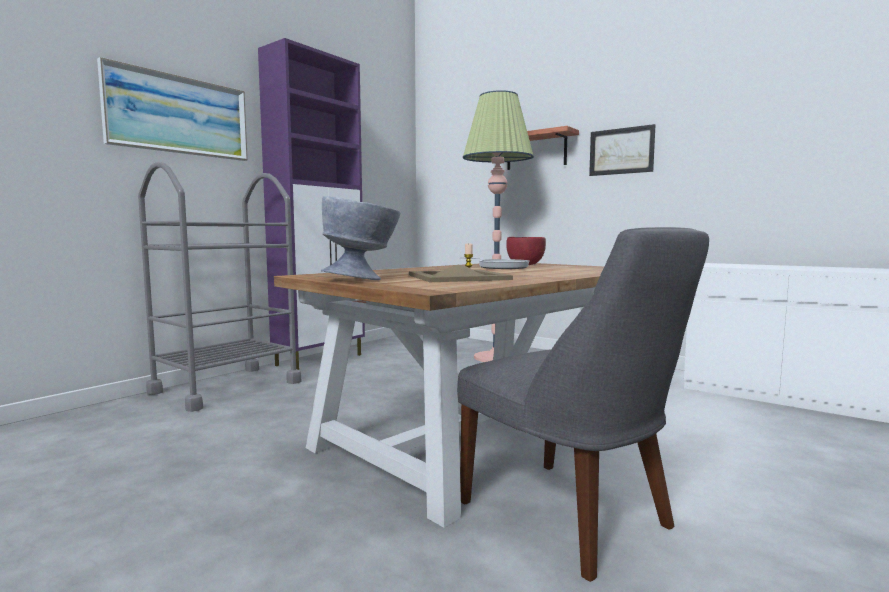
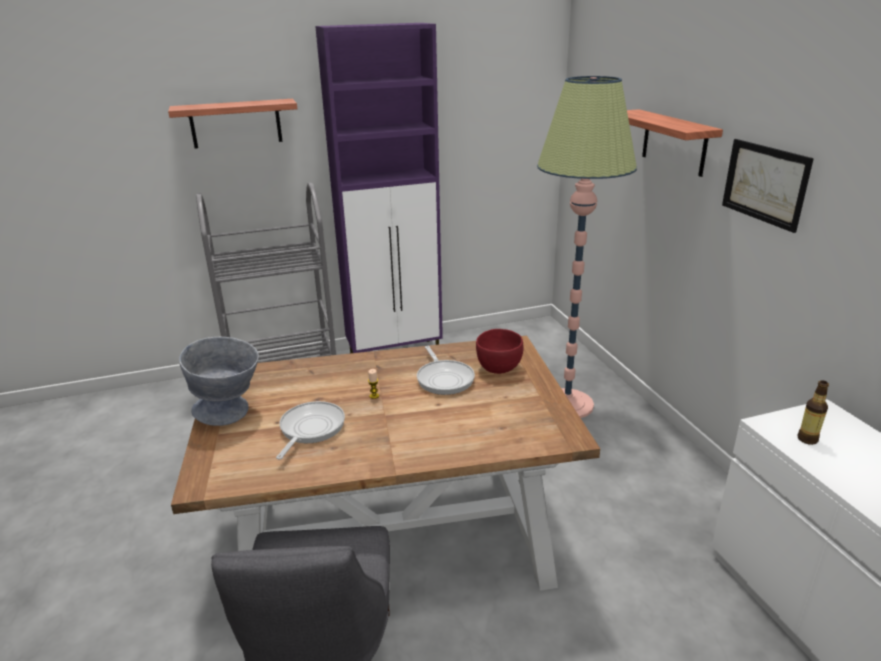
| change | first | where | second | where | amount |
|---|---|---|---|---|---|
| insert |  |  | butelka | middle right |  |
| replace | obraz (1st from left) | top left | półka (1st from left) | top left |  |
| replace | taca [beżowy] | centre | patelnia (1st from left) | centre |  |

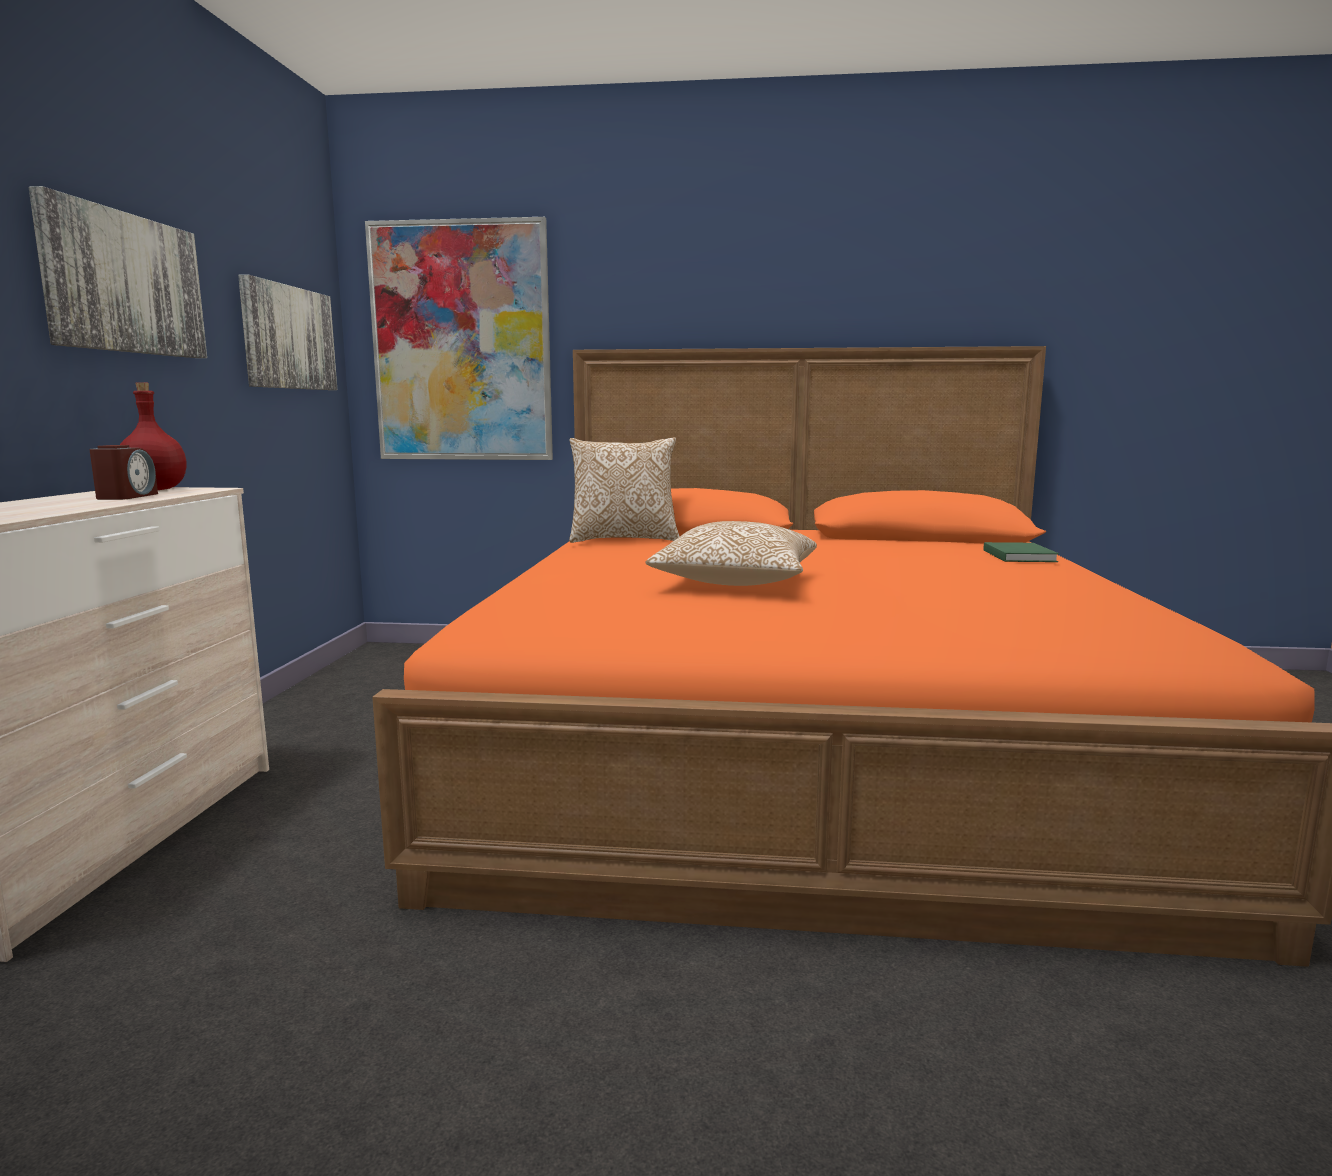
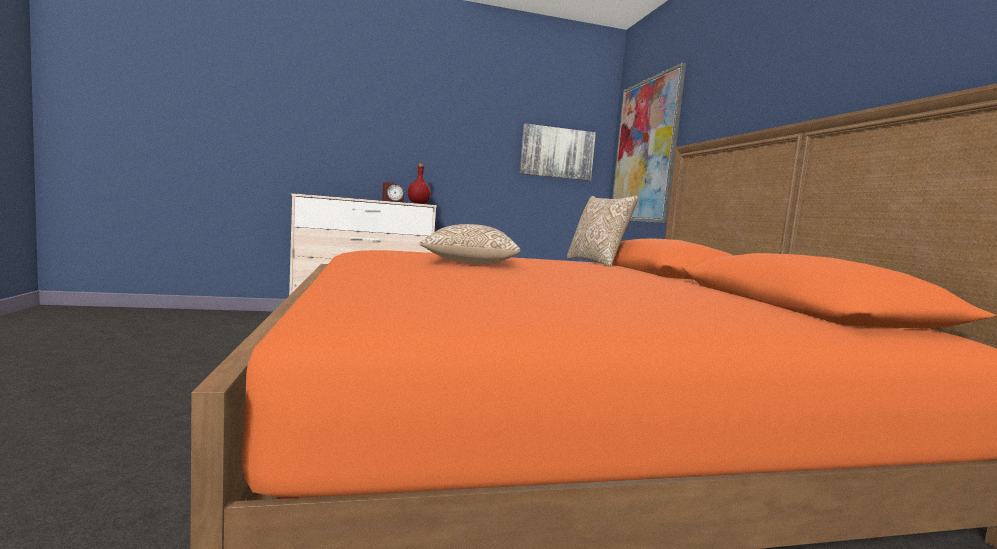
| change | first | where | second | where | amount |
|---|---|---|---|---|---|
| delete | obraz (1st from left) | top left |  |  |  |
| delete | książka [zielony] | middle right |  |  |  |

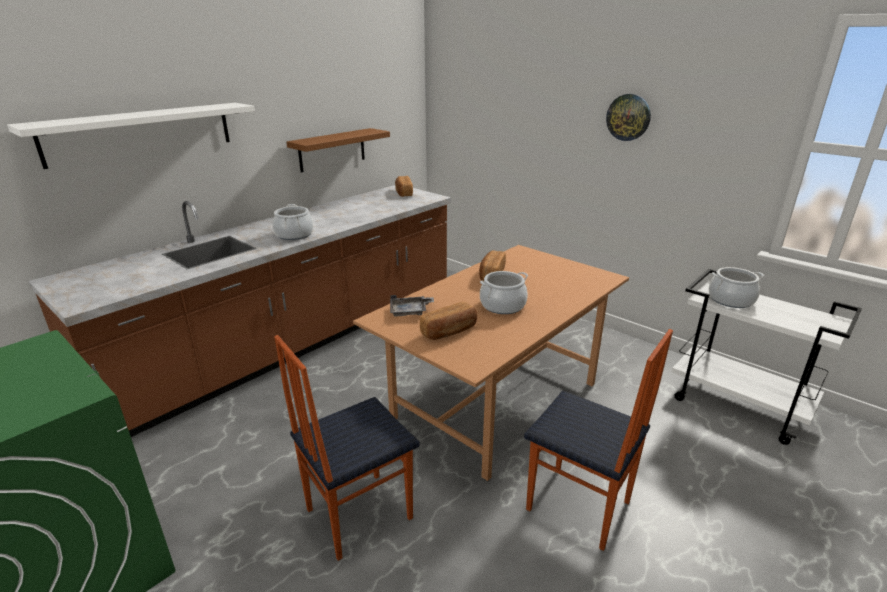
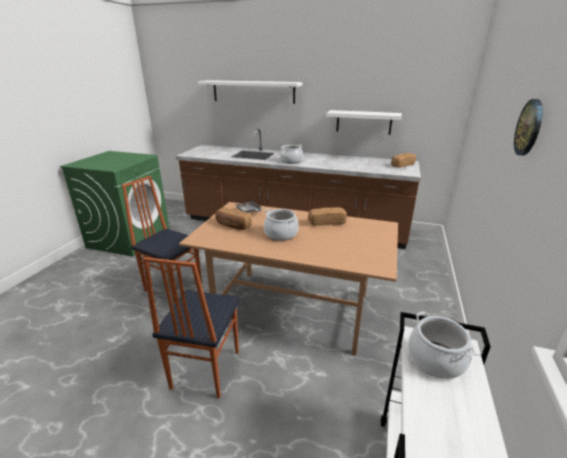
| change | first | where | second | where | amount |
|---|---|---|---|---|---|
| recolor | półka [brązowy] | top centre | półka [biały] (2nd from left) | top centre |  |

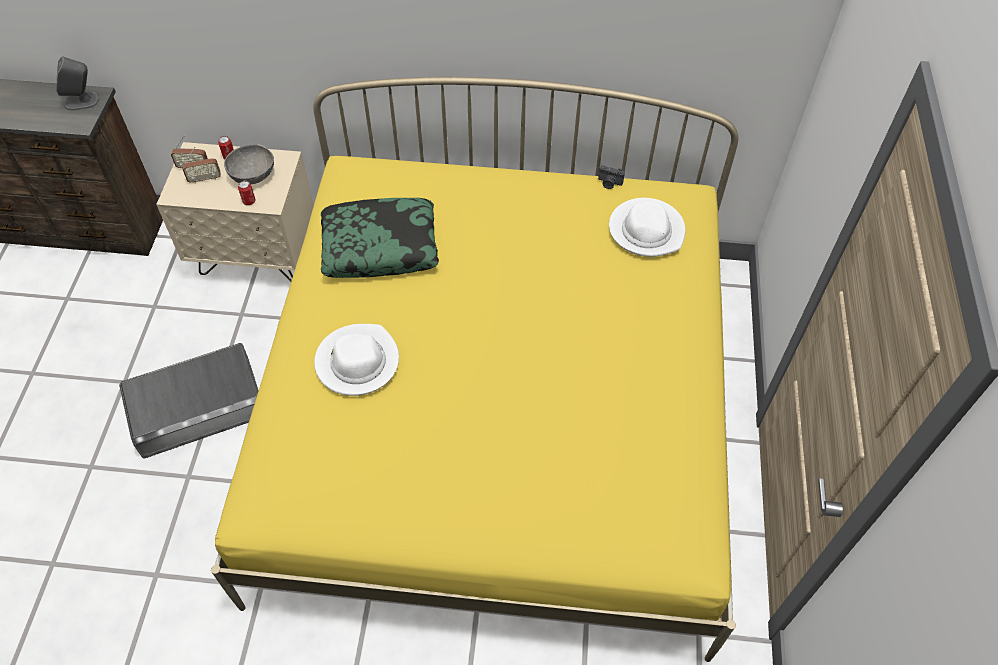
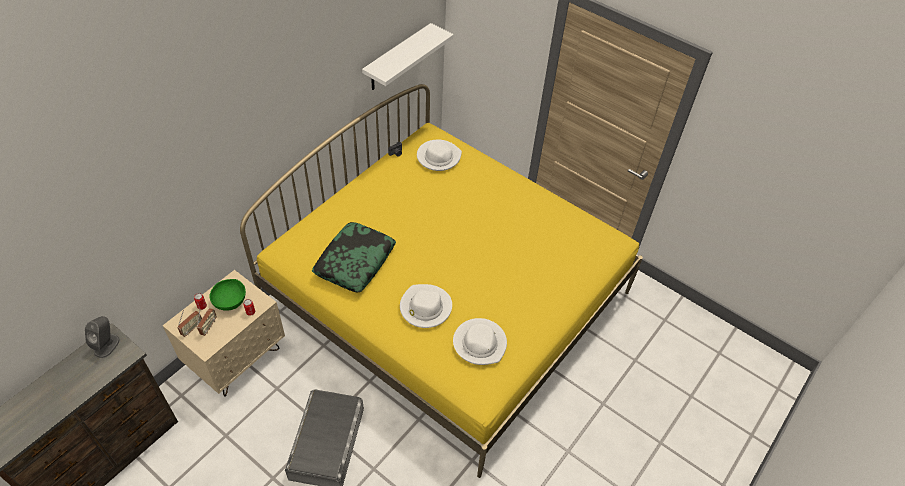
| change | first | where | second | where | amount |
|---|---|---|---|---|---|
| insert |  |  | półka [biały] | top centre |  |
| insert |  |  | kapelusz [biały] (3rd from left) | bottom centre |  |
| recolor | miska [szary] | top left | miska [zielony] | middle left |  |

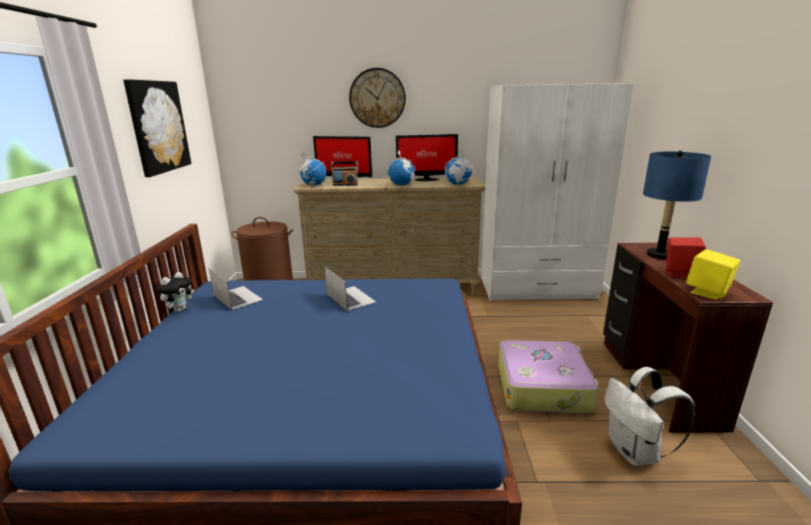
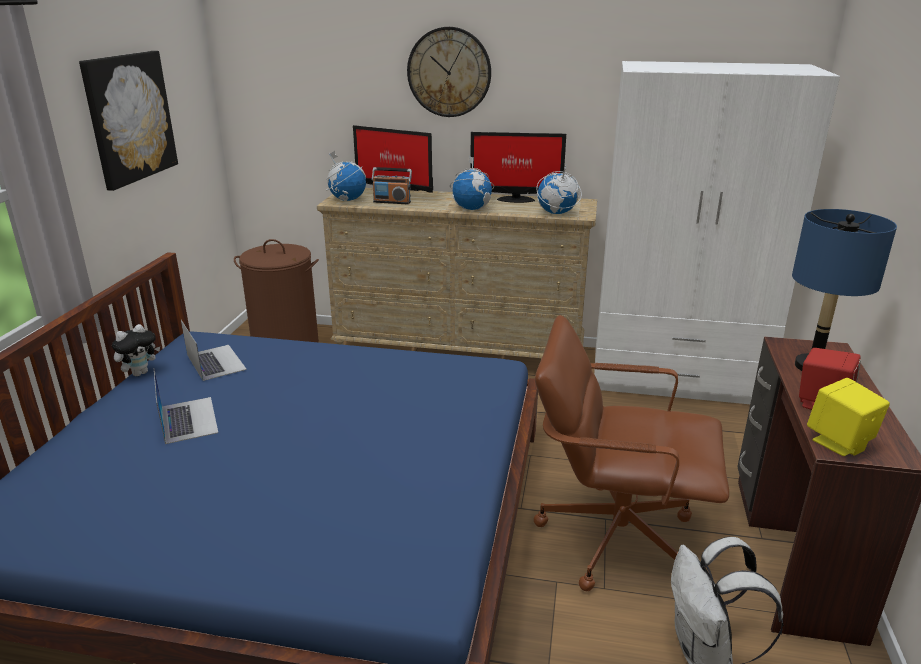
| change | first | where | second | where | amount |
|---|---|---|---|---|---|
| move | laptop (2nd from left in the first image) | centre | laptop (1st from left) | middle left |  |
| replace | walizka | bottom right | krzesło biurowe [brązowy] | bottom right |  |

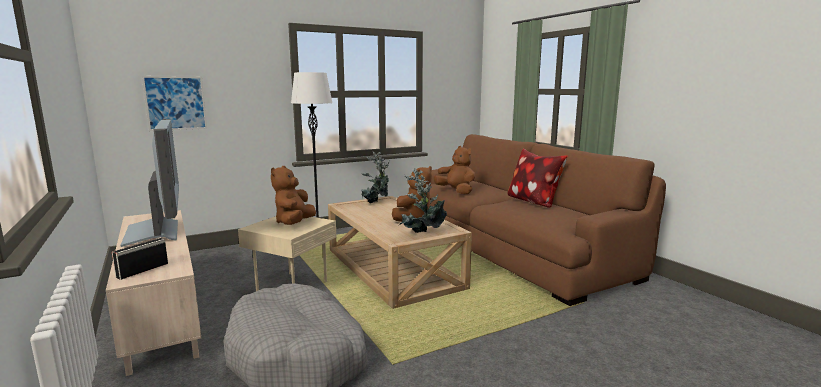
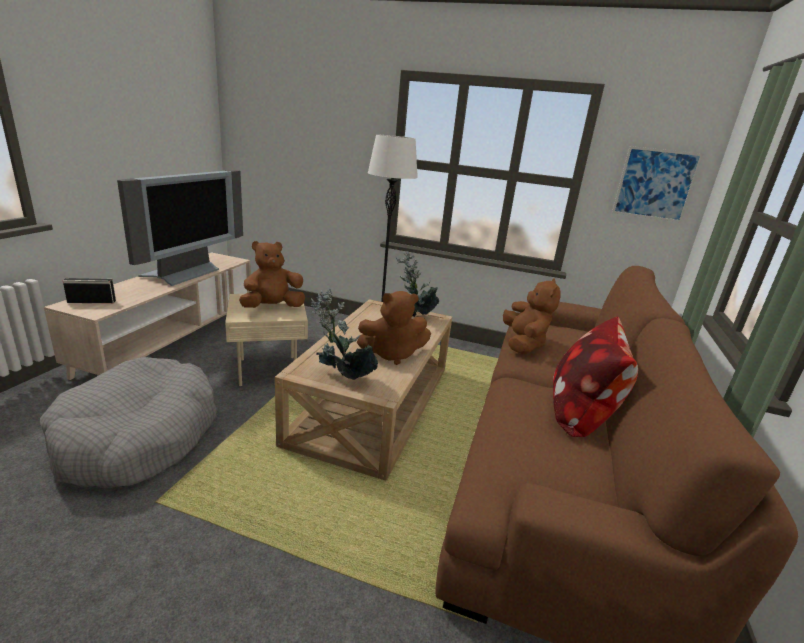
| change | first | where | second | where | amount |
|---|---|---|---|---|---|
| move | obraz | top left |  | top right |  |

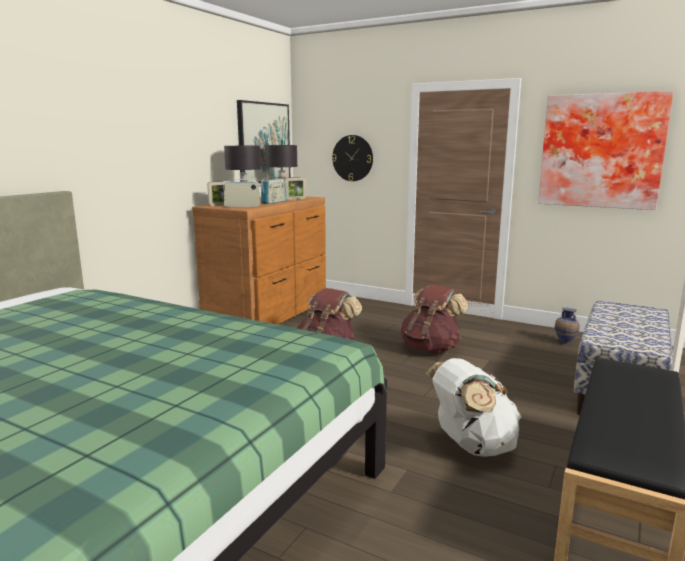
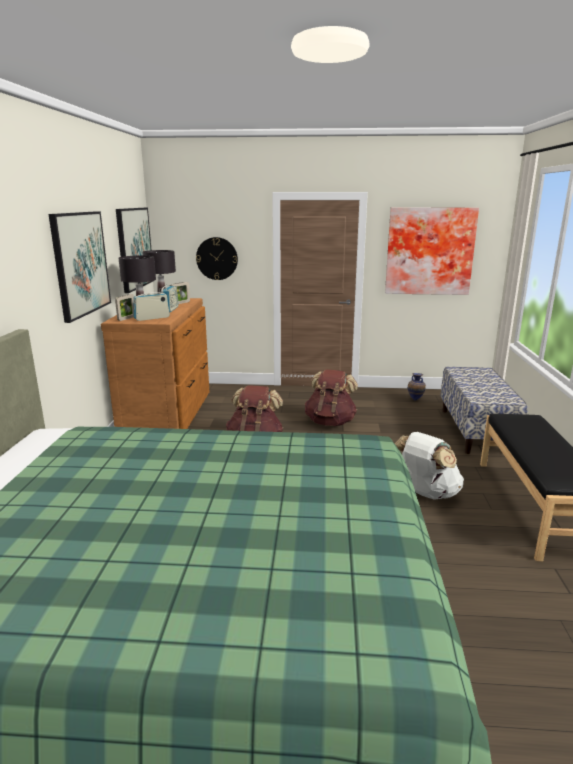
| change | first | where | second | where | amount |
|---|---|---|---|---|---|
| insert |  |  | obraz (1st from left) | middle left |  |

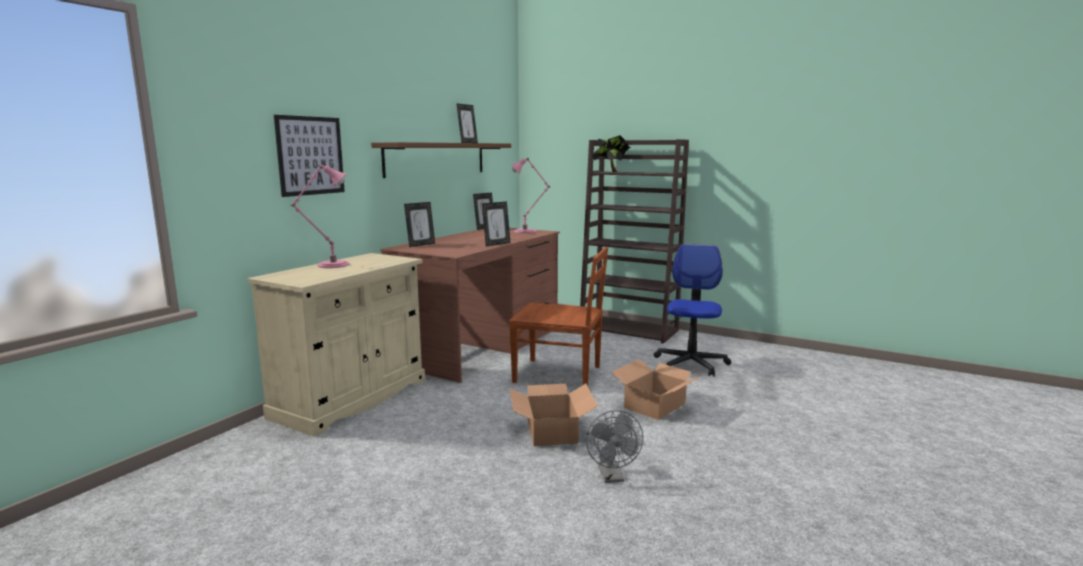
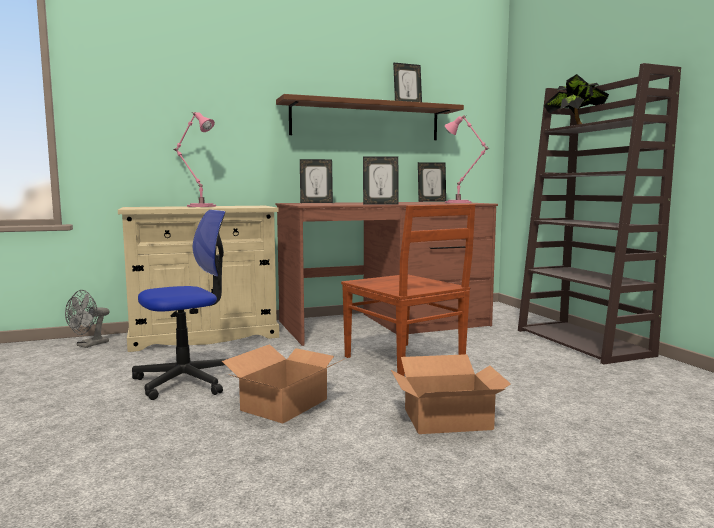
| change | first | where | second | where | amount |
|---|---|---|---|---|---|
| delete | obraz | top left |  |  |  |
| move | wentylator [szary] | bottom centre |  | middle left |  |
| move | krzesło biurowe | centre |  | middle left |  |

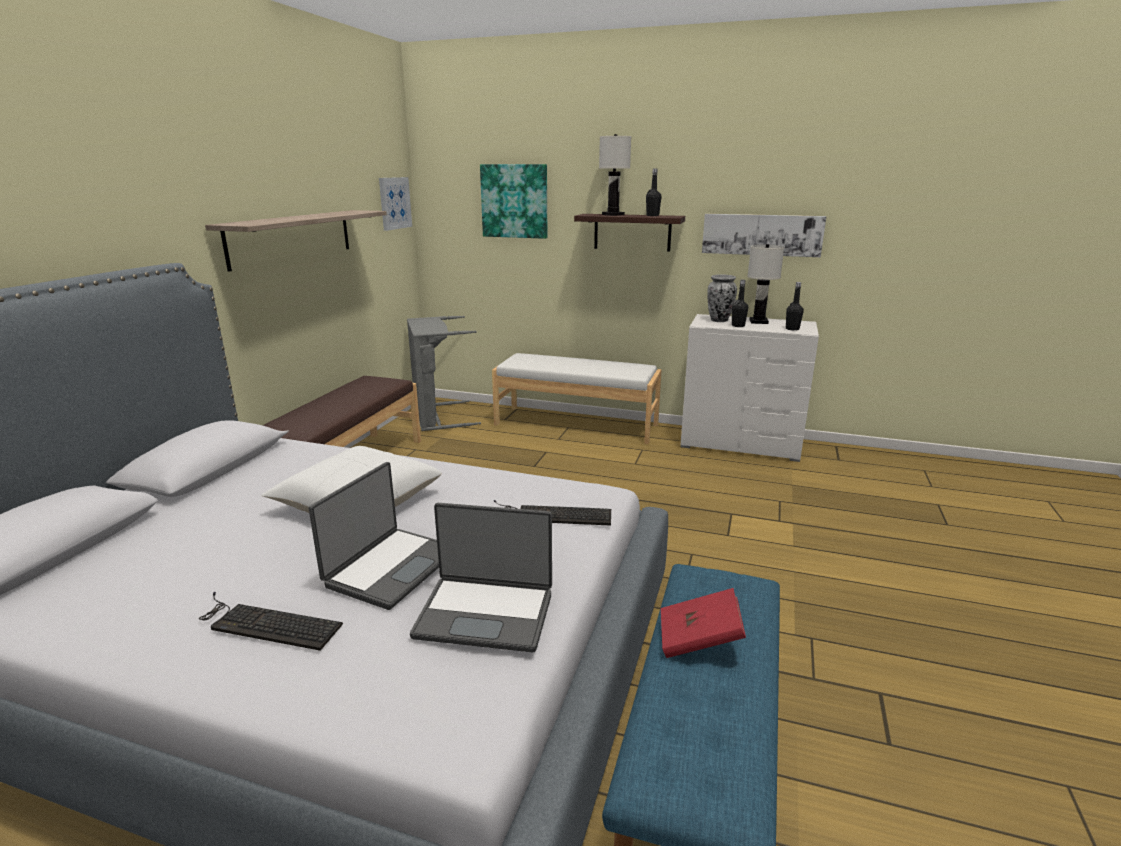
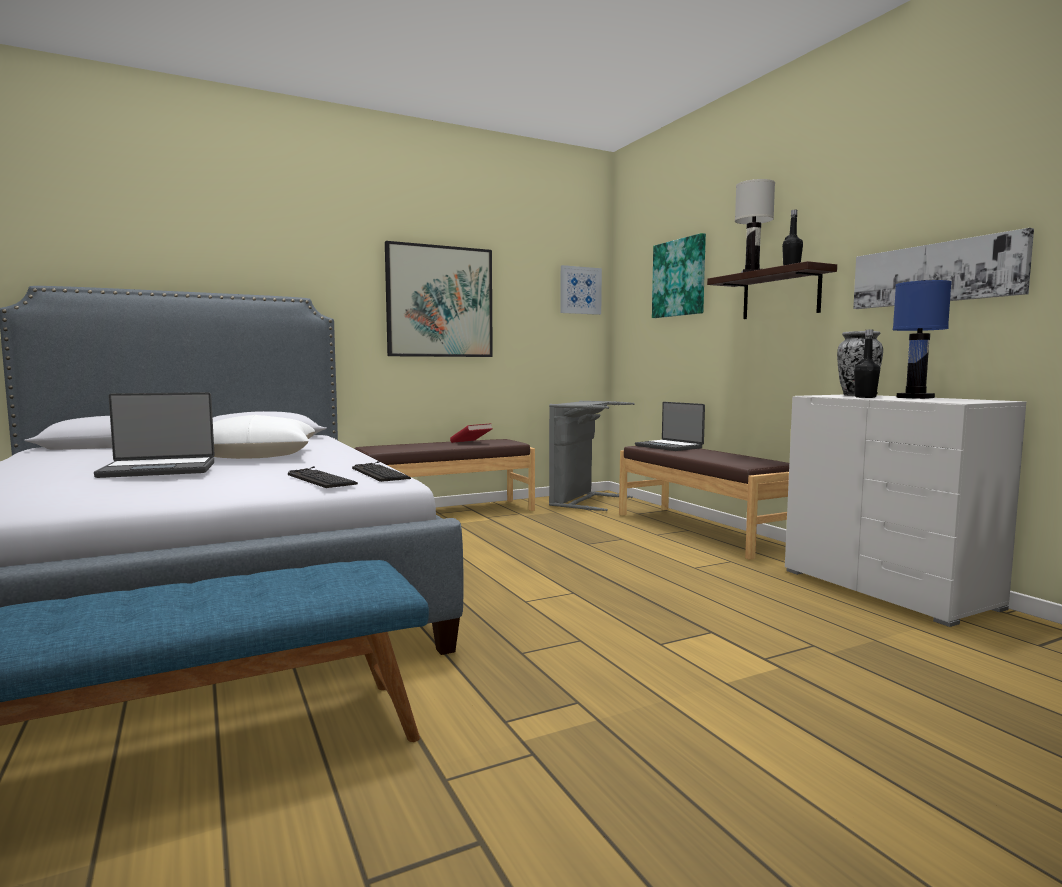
| change | first | where | second | where | amount |
|---|---|---|---|---|---|
| delete | butelka [czarny] (3rd from left) | middle right |  |  |  |
| move | klawiatura (1st from left in the first image) | bottom left | klawiatura (2nd from left) | centre |  |
| move | laptop (2nd from left) | bottom centre |  | centre |  |
| move | książka [czerwony] | bottom centre |  | centre |  |
| replace | półka (1st from left) | top left | obraz (1st from left) | centre |  |
| recolor | ławka [biały] | centre | ławka [brązowy] (2nd from left) | centre |  |
| recolor | lampa stołowa [biały] (2nd from left) | middle right | lampa stołowa [niebieski] | middle right |  |

